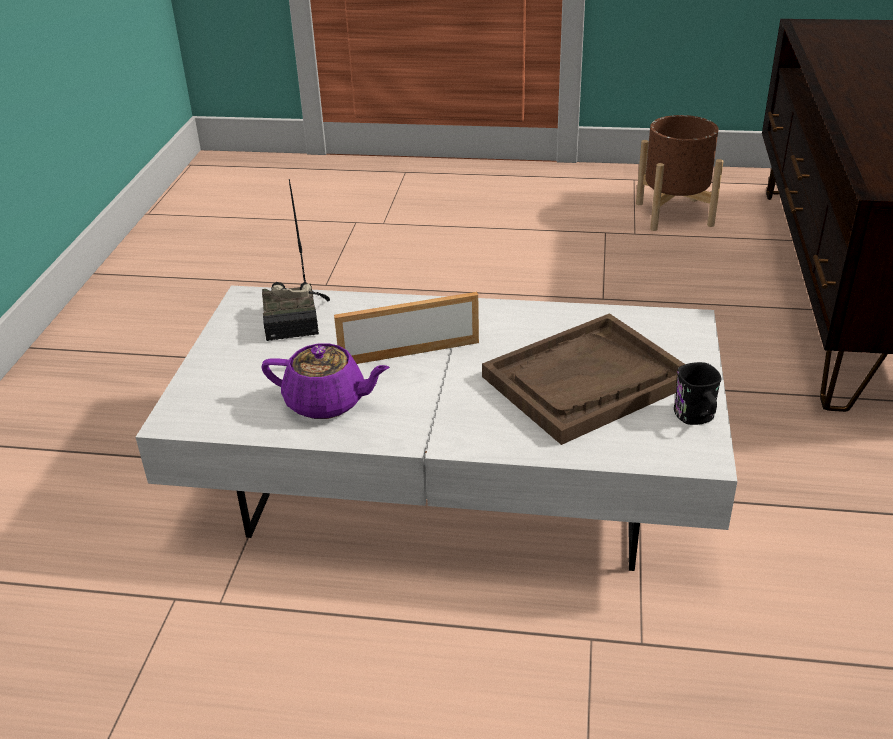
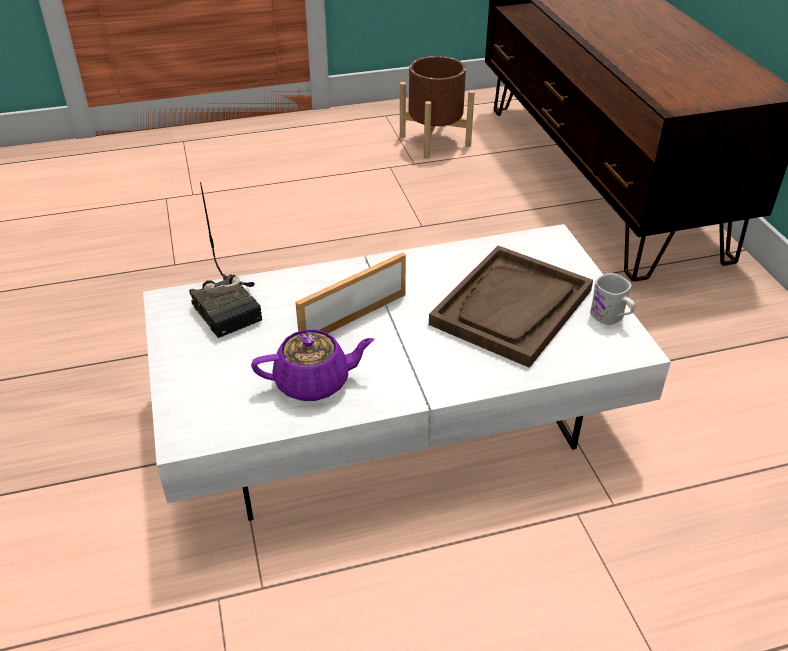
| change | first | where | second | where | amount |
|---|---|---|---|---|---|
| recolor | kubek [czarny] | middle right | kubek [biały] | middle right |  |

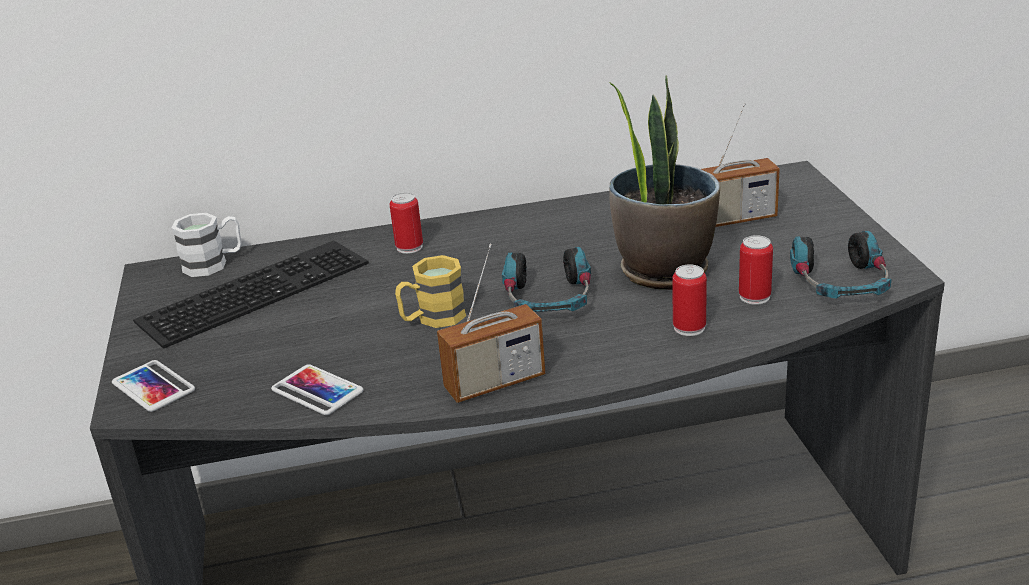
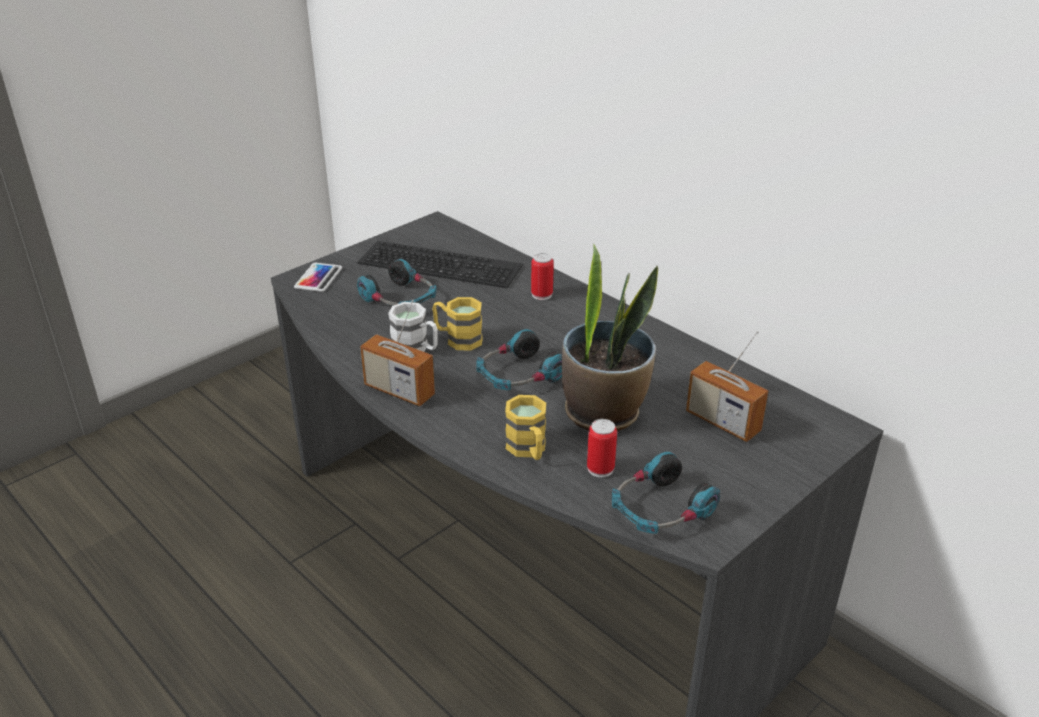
| change | first | where | second | where | amount |
|---|---|---|---|---|---|
| delete | telefon (2nd from left) | middle left |  |  |  |
| insert |  |  | słuchawki (1st from left) | centre |  |
| move | kubek [biały] | middle left |  | centre |  |
| replace | puszka (2nd from left) | middle right | kubek [żółty] (2nd from left) | centre |  |

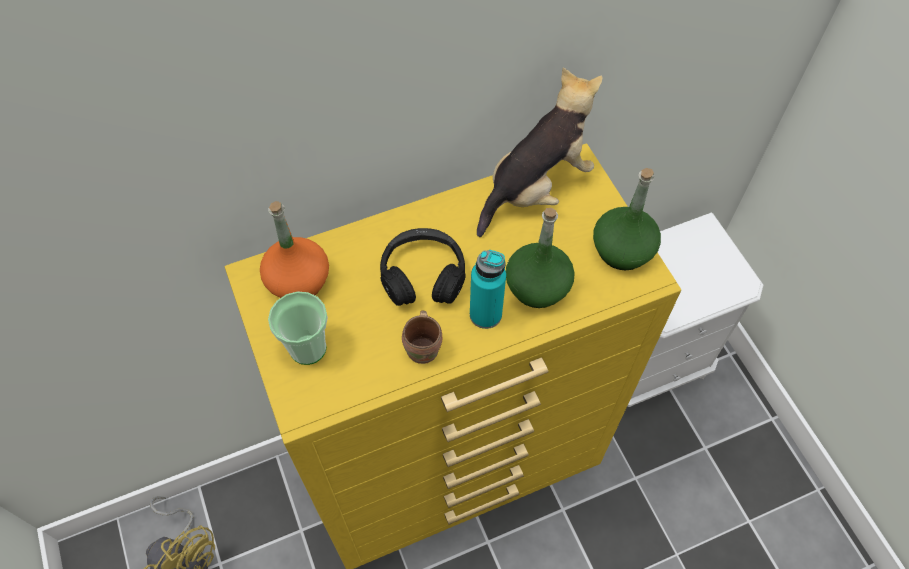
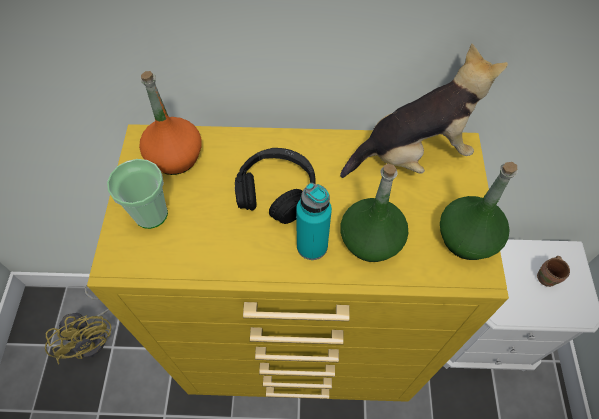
| change | first | where | second | where | amount |
|---|---|---|---|---|---|
| move | kubek [brązowy] | centre |  | middle right |  |

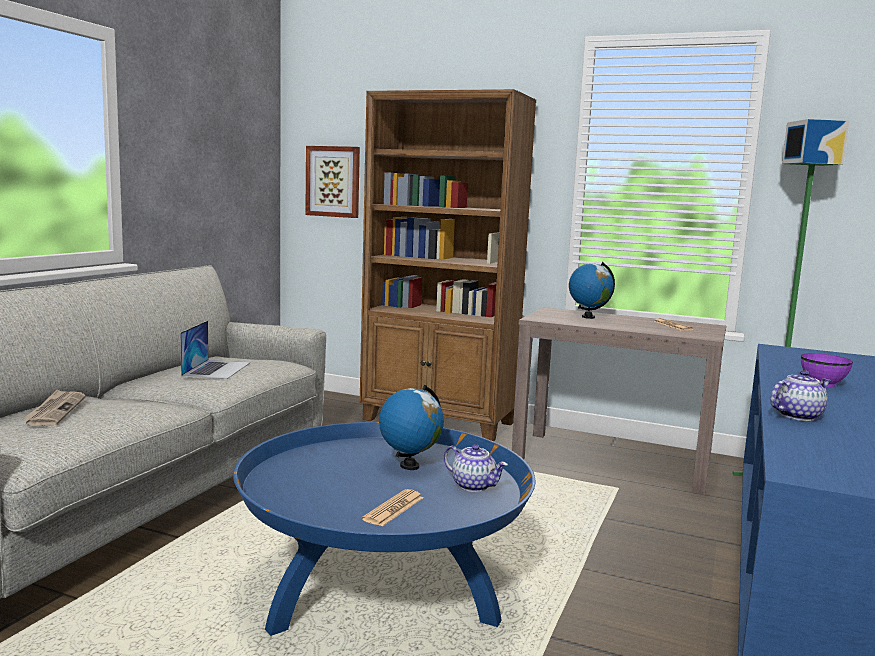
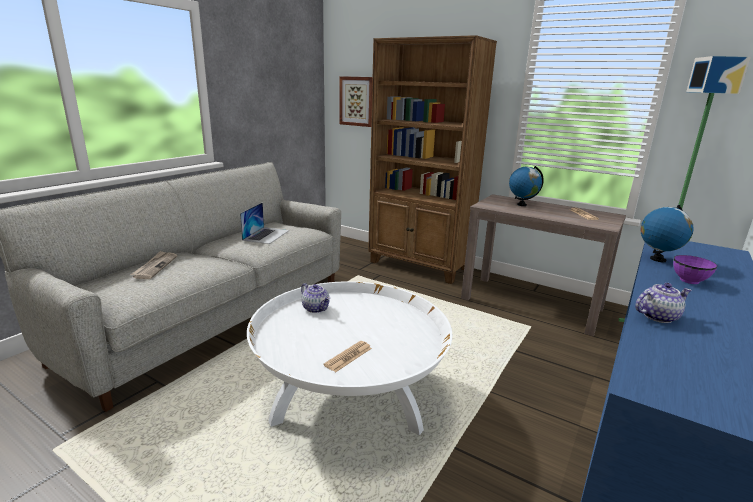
| change | first | where | second | where | amount |
|---|---|---|---|---|---|
| move | globus (1st from left in the first image) | centre | globus (2nd from left) | middle right |  |
| move | imbryk (1st from left) | bottom centre |  | centre |  |
| recolor | ława [niebieski] | bottom centre | ława [biały] | bottom centre |  |

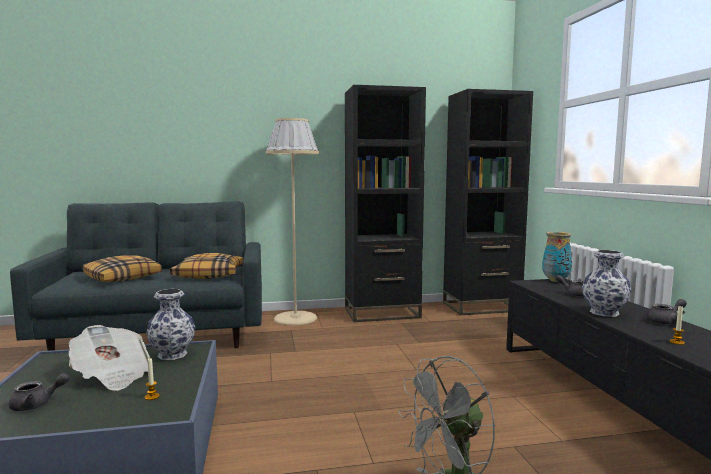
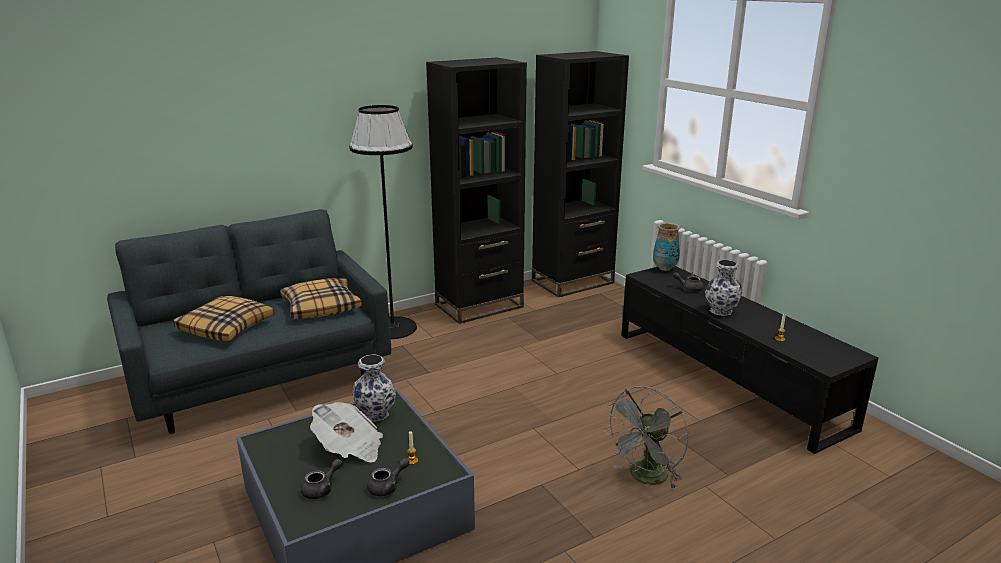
| change | first | where | second | where | amount |
|---|---|---|---|---|---|
| move | imbryk [szary] (3rd from left in the first image) | middle right | imbryk [szary] (2nd from left) | bottom centre |  |
| recolor | lampa stojąca [beżowy] | centre | lampa stojąca [czarny] | centre |  |

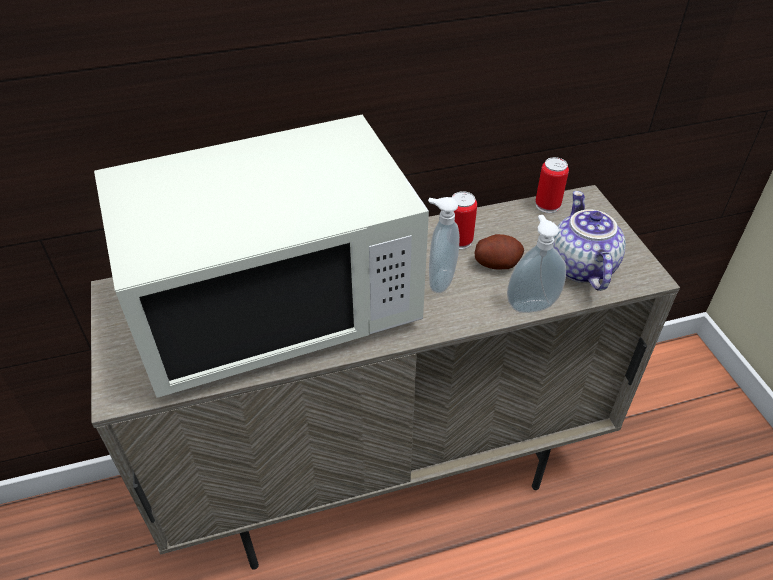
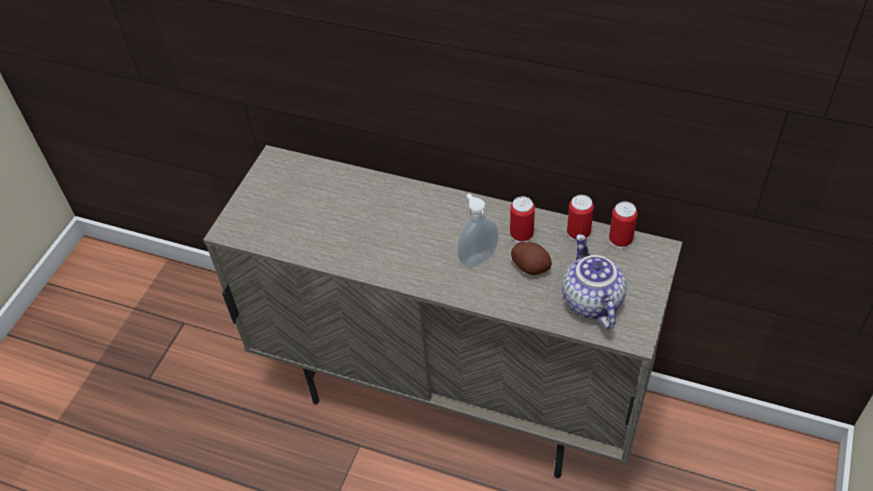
| change | first | where | second | where | amount |
|---|---|---|---|---|---|
| delete | mikrofalówka [biały] | centre |  |  |  |
| delete | dozownik mydła (2nd from left) | middle right |  |  |  |
| insert |  |  | puszka (2nd from left) | centre |  |
| rotate | imbryk | middle right |  | middle right | 45 degrees counterclockwise |

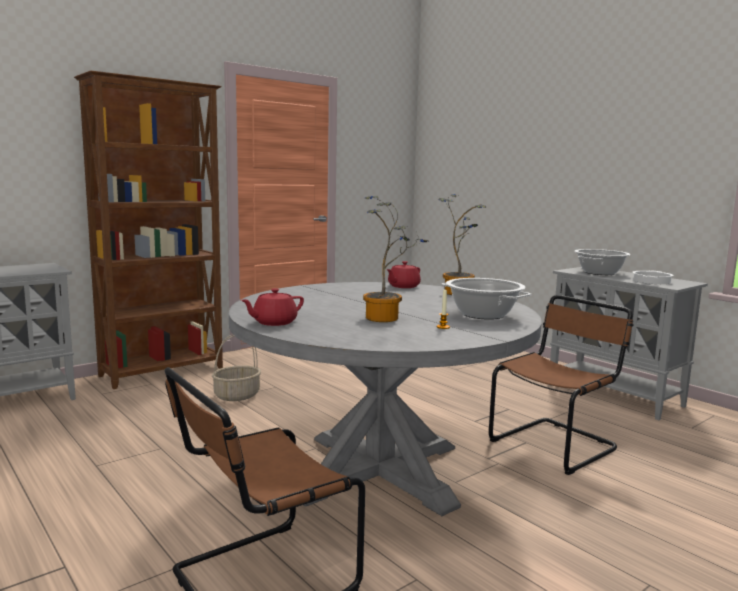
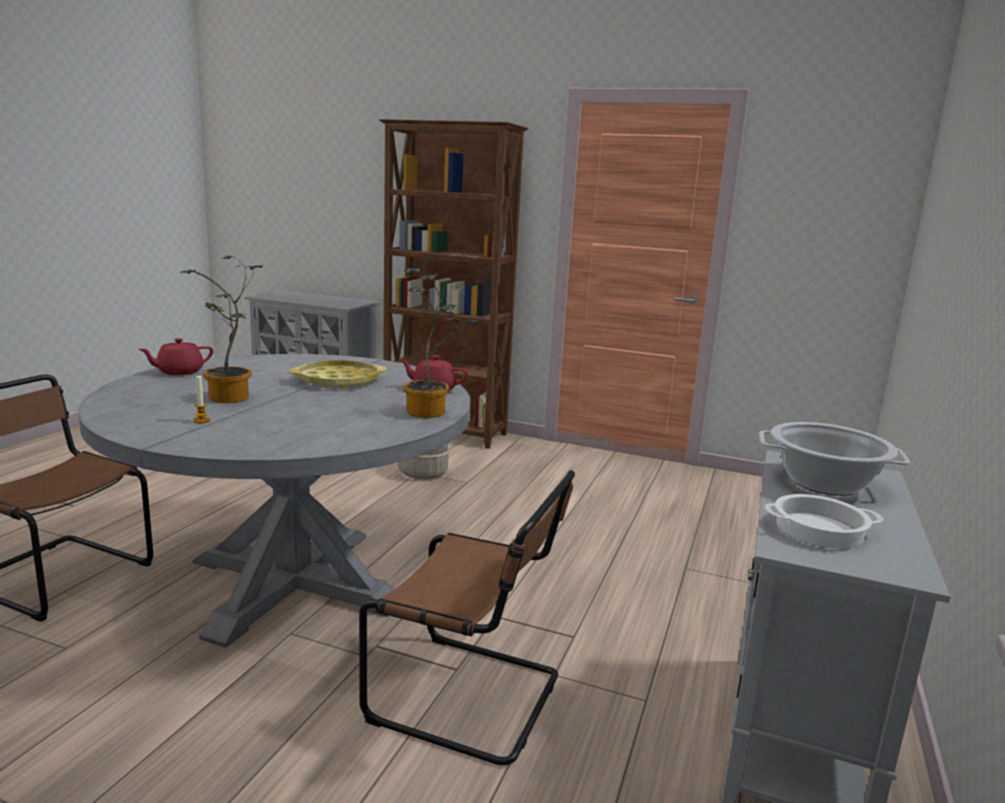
| change | first | where | second | where | amount |
|---|---|---|---|---|---|
| delete | garnek (1st from left) | centre |  |  |  |
| insert |  |  | taca [żółty] | centre |  |
| rotate | imbryk [czerwony] (1st from left) | centre |  | middle left | 60 degrees counterclockwise |

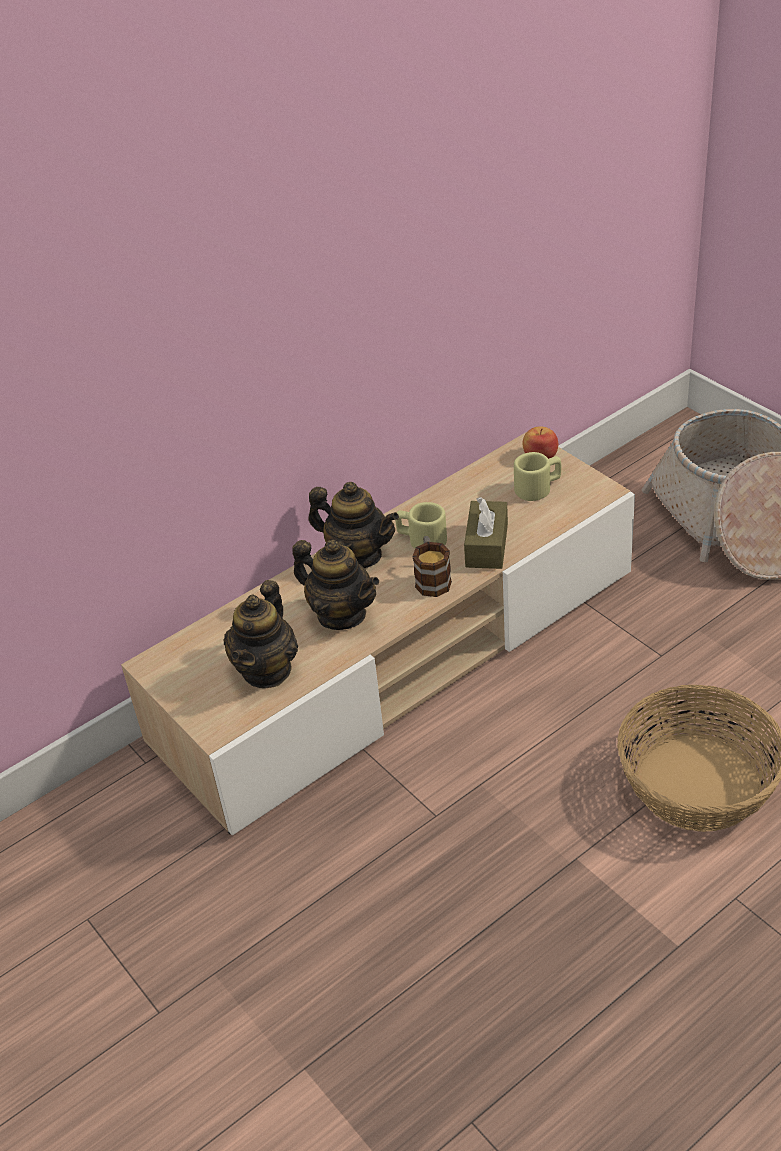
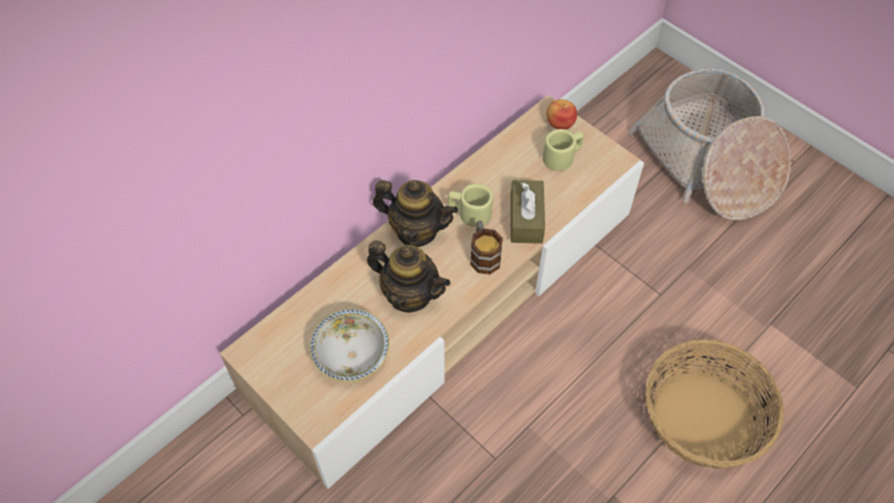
| change | first | where | second | where | amount |
|---|---|---|---|---|---|
| replace | imbryk (1st from left) | middle left | miska | bottom centre |  |

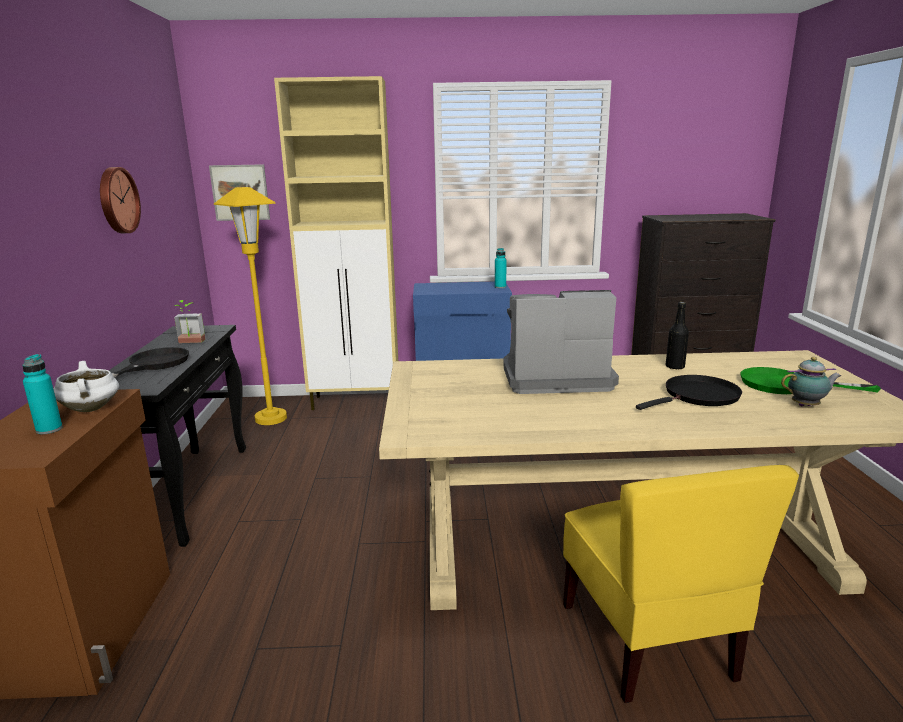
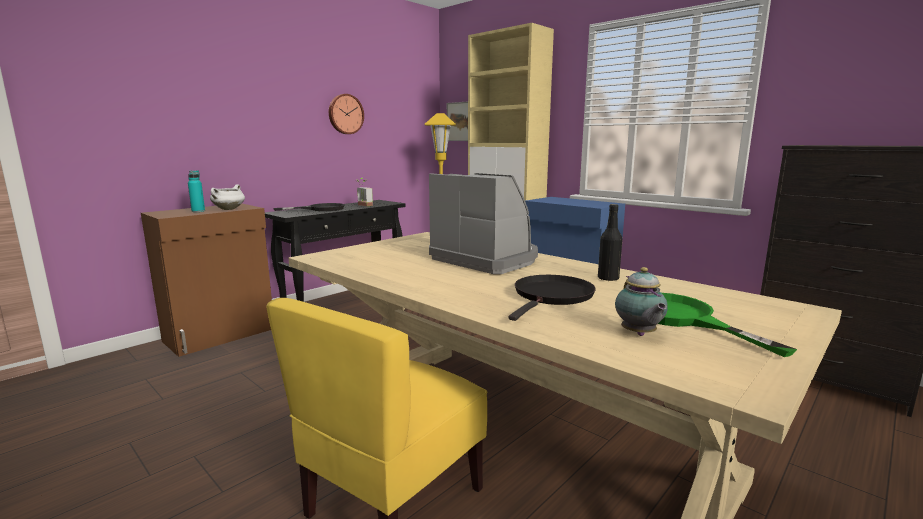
| change | first | where | second | where | amount |
|---|---|---|---|---|---|
| delete | butelka [turkusowy] (2nd from left) | centre |  |  |  |
| rotate | patelnia [czarny] (2nd from left) | middle right |  | centre | 75 degrees counterclockwise |
| rotate | imbryk | middle right |  | middle right | 45 degrees clockwise |

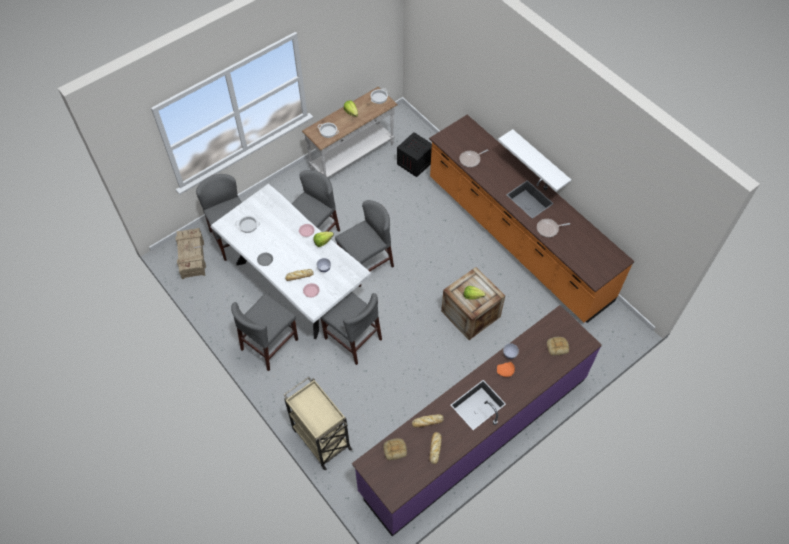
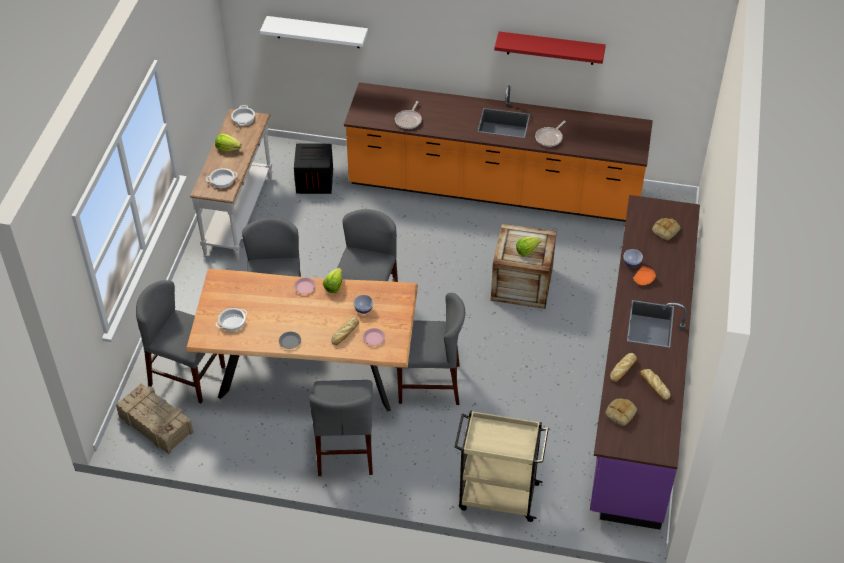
| change | first | where | second | where | amount |
|---|---|---|---|---|---|
| insert |  |  | półka [czerwony] | top centre |  |
| move | półka [biały] | top right |  | top centre |  |
| recolor | stół jadalny [biały] | centre | stół jadalny [brązowy] | centre |  |

